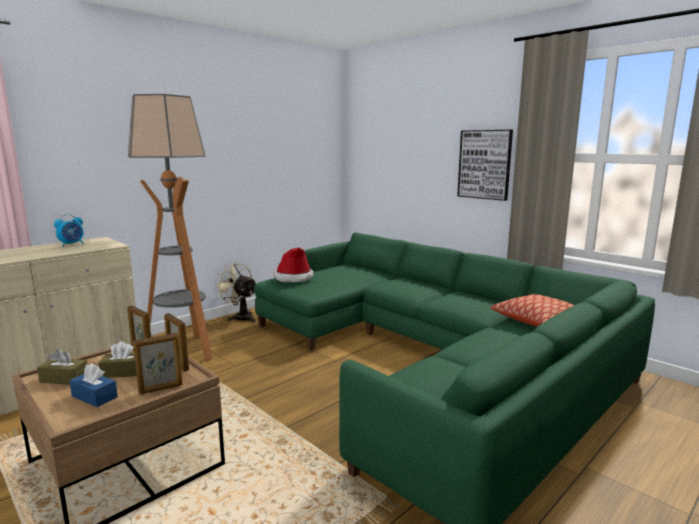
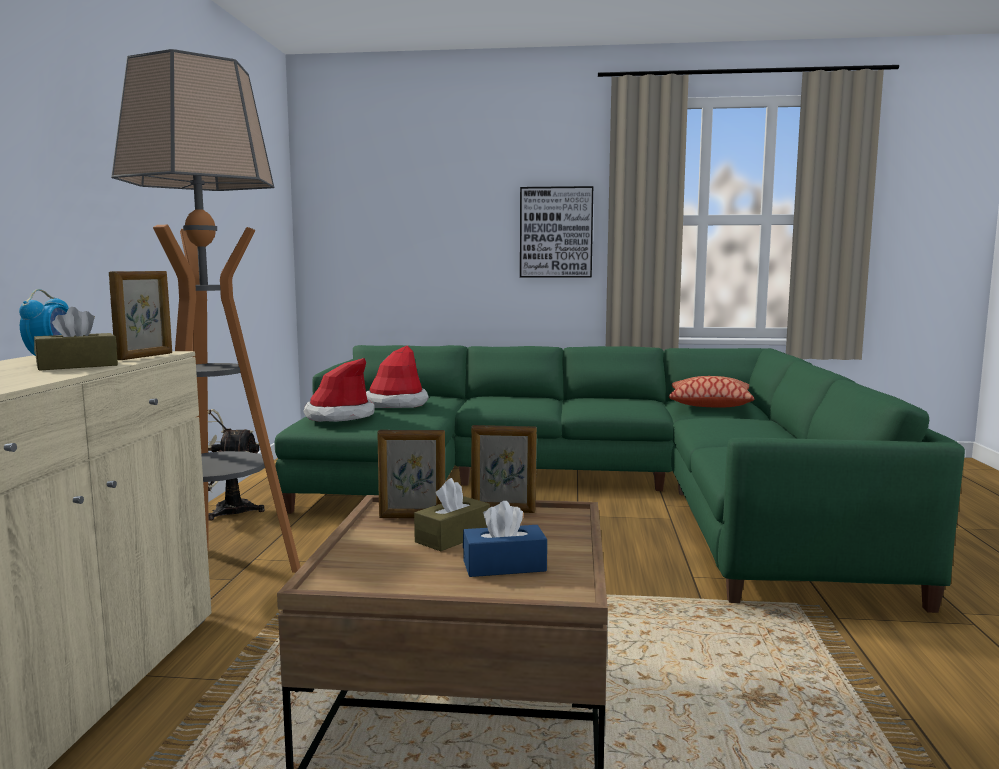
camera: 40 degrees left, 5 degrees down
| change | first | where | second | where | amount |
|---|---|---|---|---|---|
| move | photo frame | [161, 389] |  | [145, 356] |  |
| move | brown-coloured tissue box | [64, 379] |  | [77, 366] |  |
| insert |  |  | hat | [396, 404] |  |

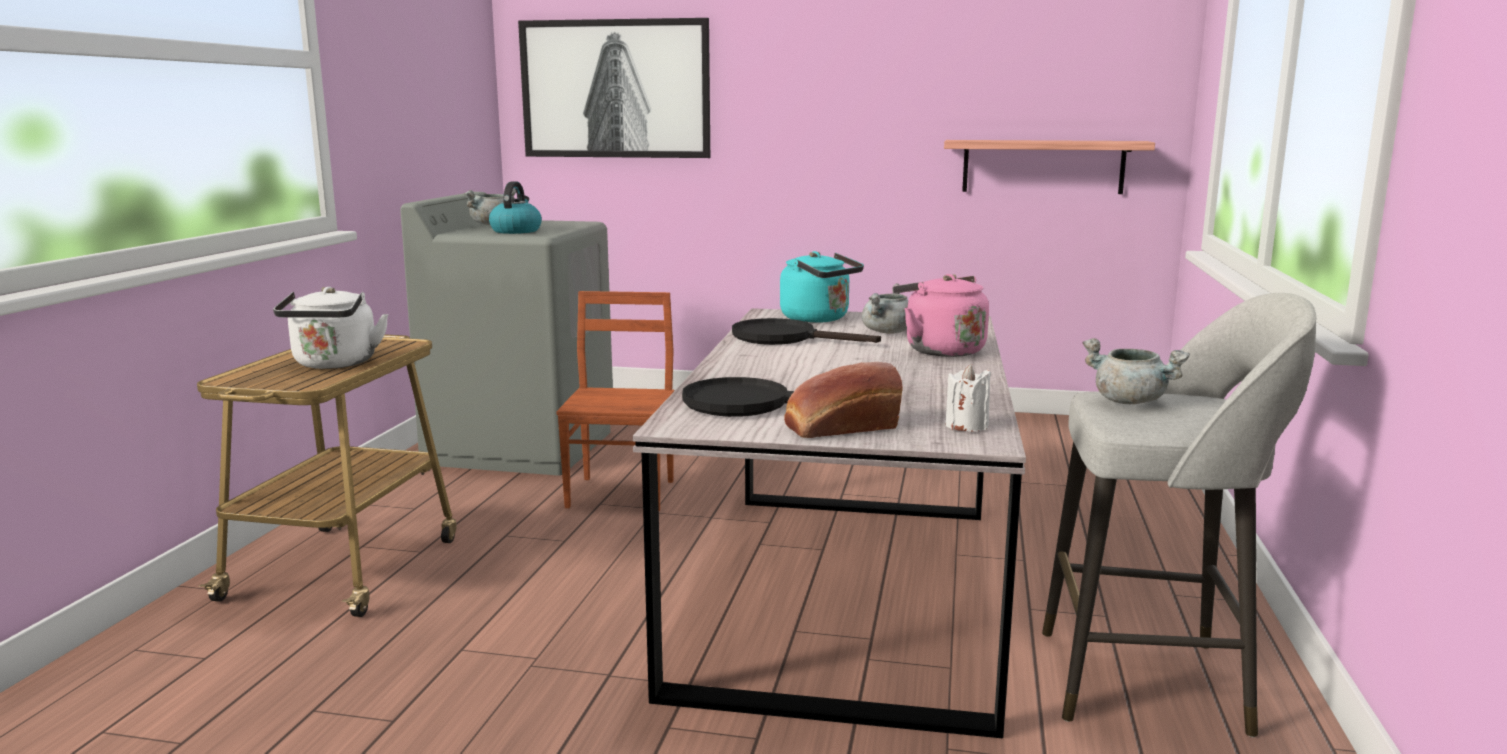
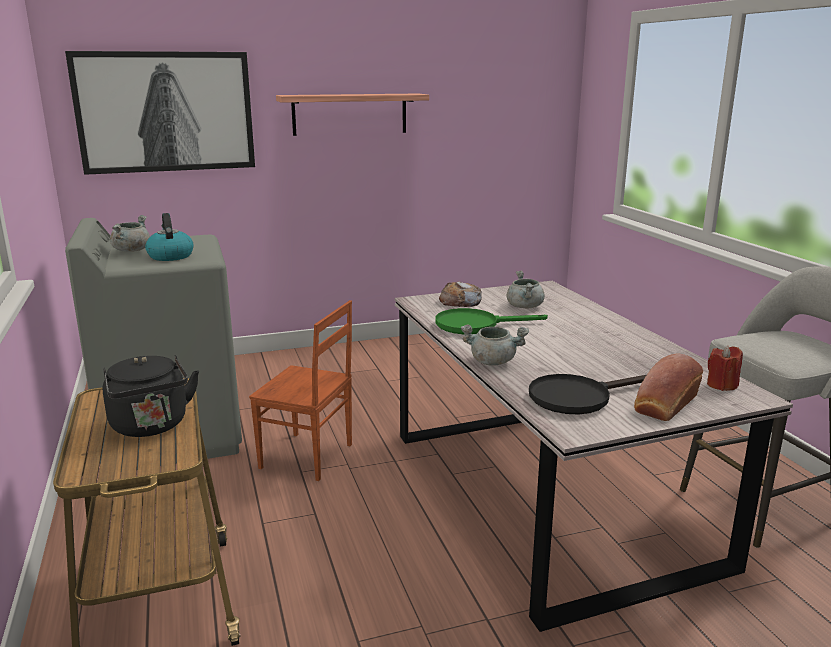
camera: 30 degrees left, 5 degrees up
| change | first | where | second | where | amount |
|---|---|---|---|---|---|
| move | bracket shelf | [1043, 166] |  | [350, 114] |  |
| replace | turquoise water kettle | [819, 319] | baked bread | [460, 301] |  |
| delete | pink water kettle | [940, 350] |  |  |  |
| recolor | whitish water kettle | [334, 364] | black-coloured water kettle | [151, 427] |  |
| rotate | brown-coloured upright chair | [623, 493] |  | [307, 457] | 135 degrees clockwise |
| recolor | black-coloured pan | [785, 338] | green-coloured pan | [475, 325] |  |
| move | gray saucepot | [1130, 401] |  | [493, 361] |  |
| recolor | whitish candle | [966, 426] | reddish candle | [722, 385] |  |

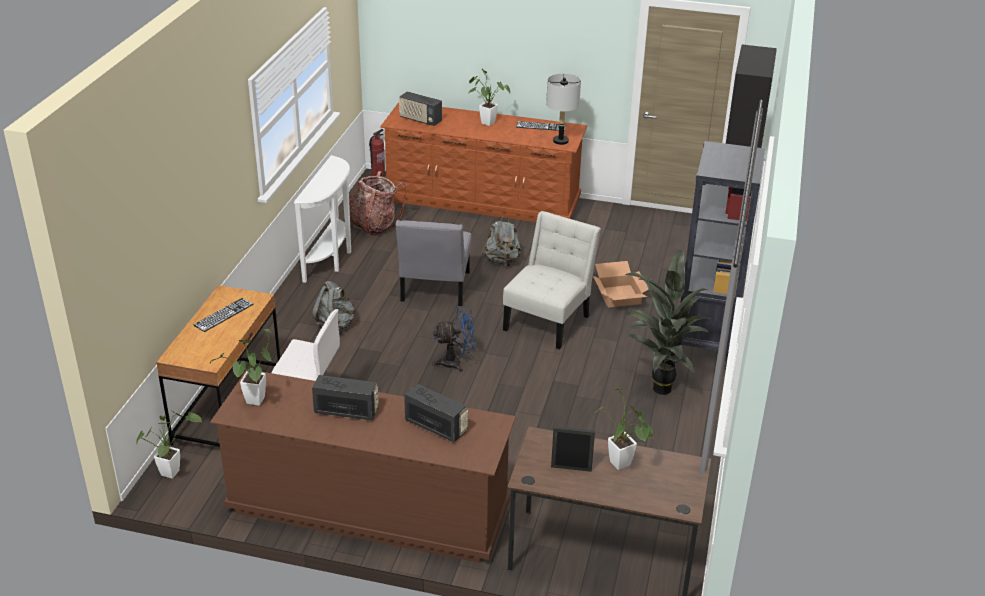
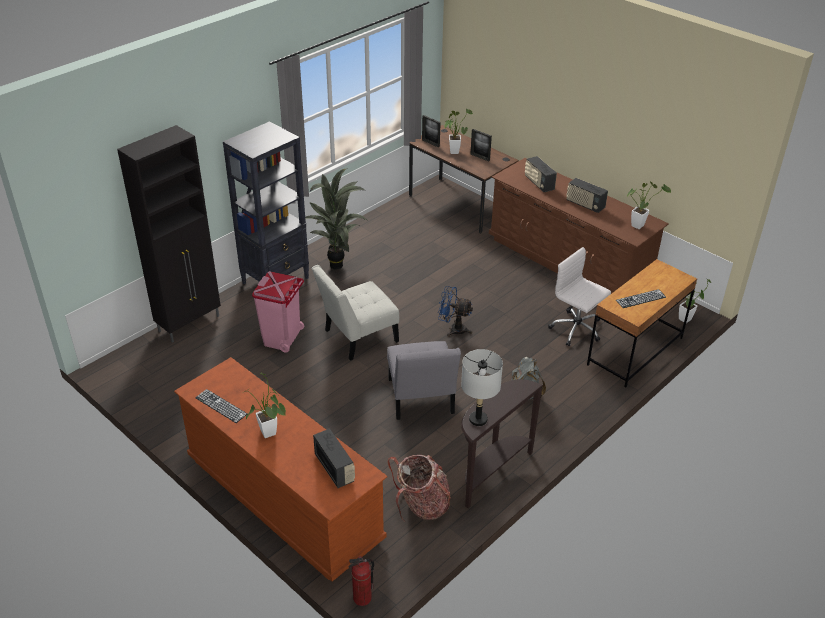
camera: 150 degrees left, 5 degrees up
| change | first | where | second | where | amount |
|---|---|---|---|---|---|
| move | gray table lamp | [560, 141] |  | [478, 419] |  |
| recolor | whitish hall table | [331, 259] | brown-coloured hall table | [490, 472] |  |
| delete | gray rucksack | [502, 261] |  |  |  |
| rotate | gray upright chair | [434, 289] |  | [421, 399] | 135 degrees clockwise |
| replace | cardboard box | [620, 296] | pink trash can | [282, 338] |  |
| insert |  |  | photo frame | [430, 143] |  |

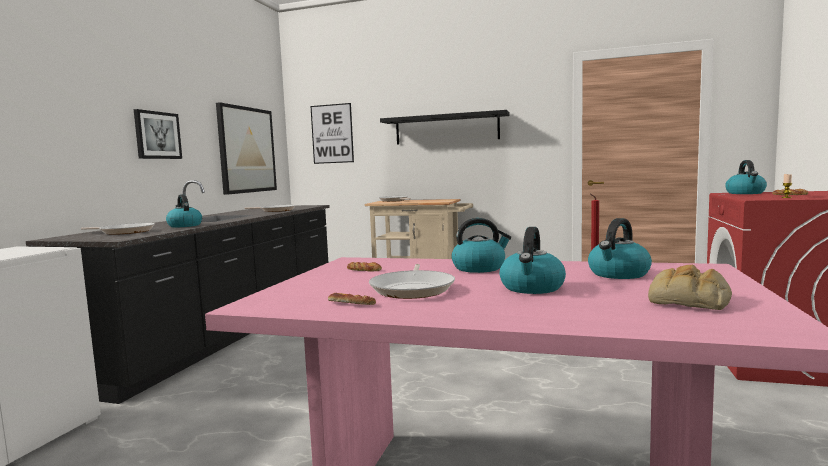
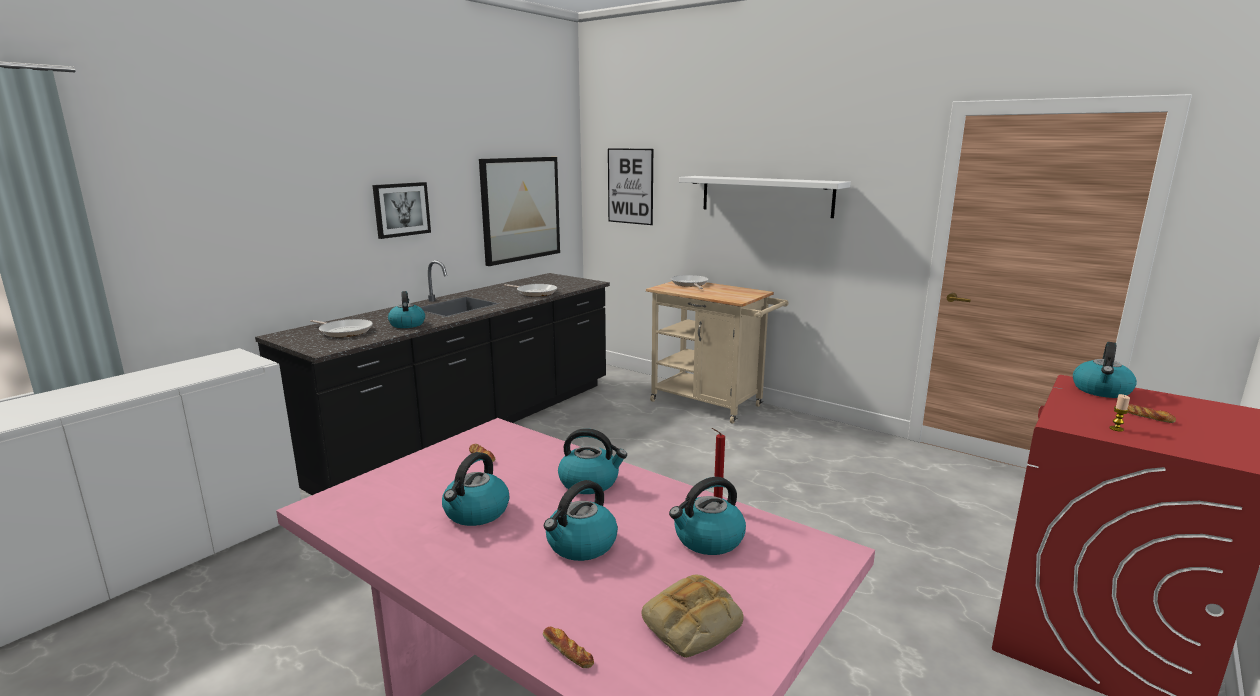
camera: 20 degrees right, 10 degrees up
| change | first | where | second | where | amount |
|---|---|---|---|---|---|
| recolor | black-coloured bracket shelf | [446, 129] | whitish bracket shelf | [766, 196] |  |
| replace | pan | [413, 289] | water kettle | [476, 513] |  |
| move | baked bread | [351, 304] |  | [567, 651] |  |

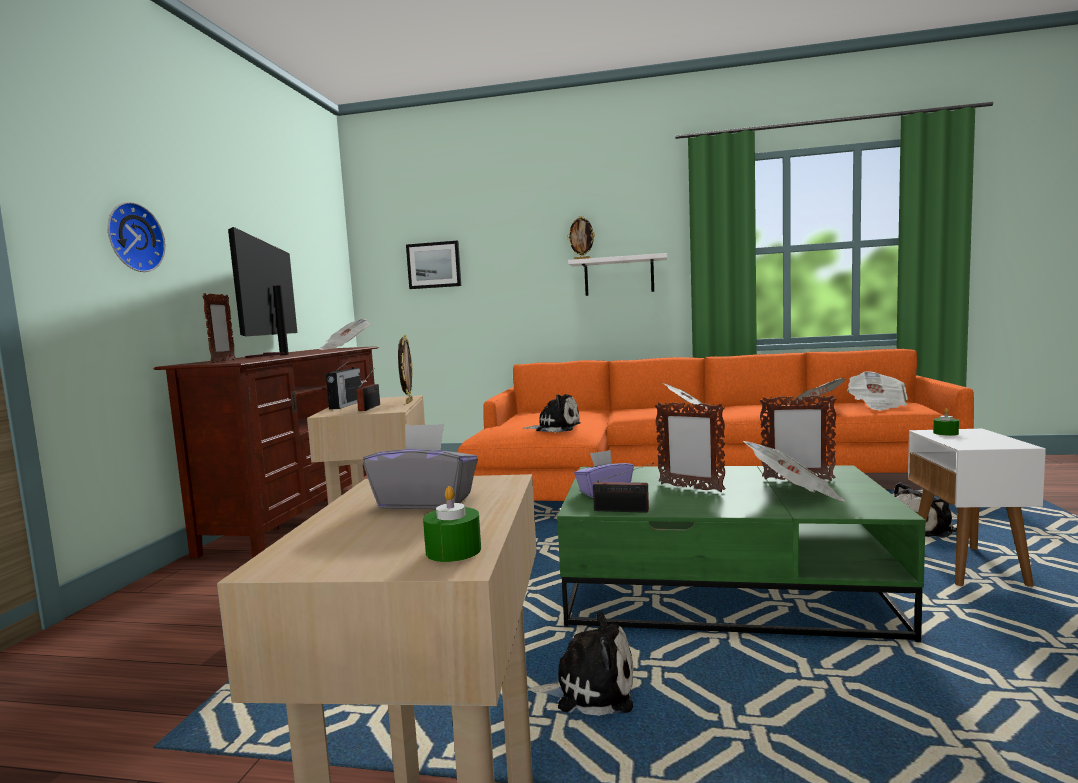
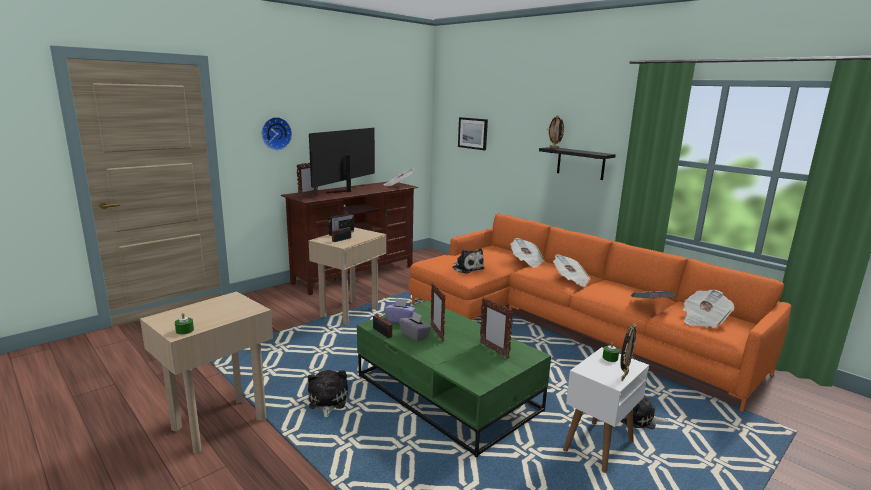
camera: 35 degrees right, 10 degrees up
| change | first | where | second | where | amount |
|---|---|---|---|---|---|
| recolor | whitish bracket shelf | [619, 276] | black-coloured bracket shelf | [580, 163] |  |
| move | photo frame | [408, 402] |  | [624, 376] |  |
| move | gray tissue box | [426, 502] |  | [415, 335] |  |
| move | daily paper | [794, 494] |  | [526, 261] |  |
| rotate | plush toy | [589, 689] |  | [327, 402] | 135 degrees counterclockwise |

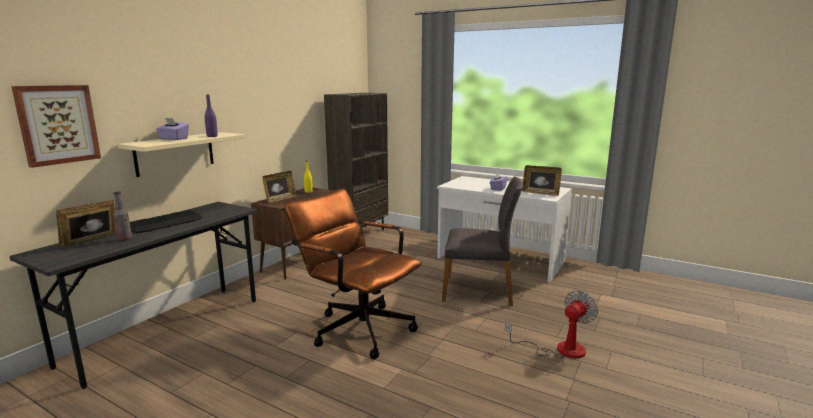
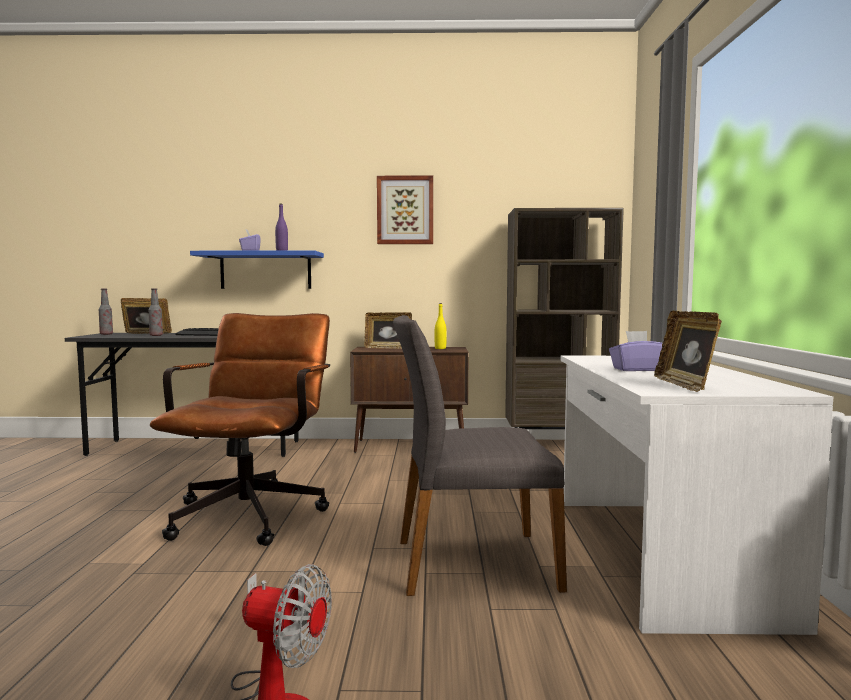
camera: 60 degrees right, 10 degrees down
| change | first | where | second | where | amount |
|---|---|---|---|---|---|
| move | picture | [57, 124] |  | [405, 210] |  |
| recolor | beige bracket shelf | [175, 153] | blue-coloured bracket shelf | [265, 271] |  |
| rotate | gray upright chair | [479, 291] |  | [472, 563] | 105 degrees clockwise |
| insert |  |  | beverage bottle | [106, 334] |  |

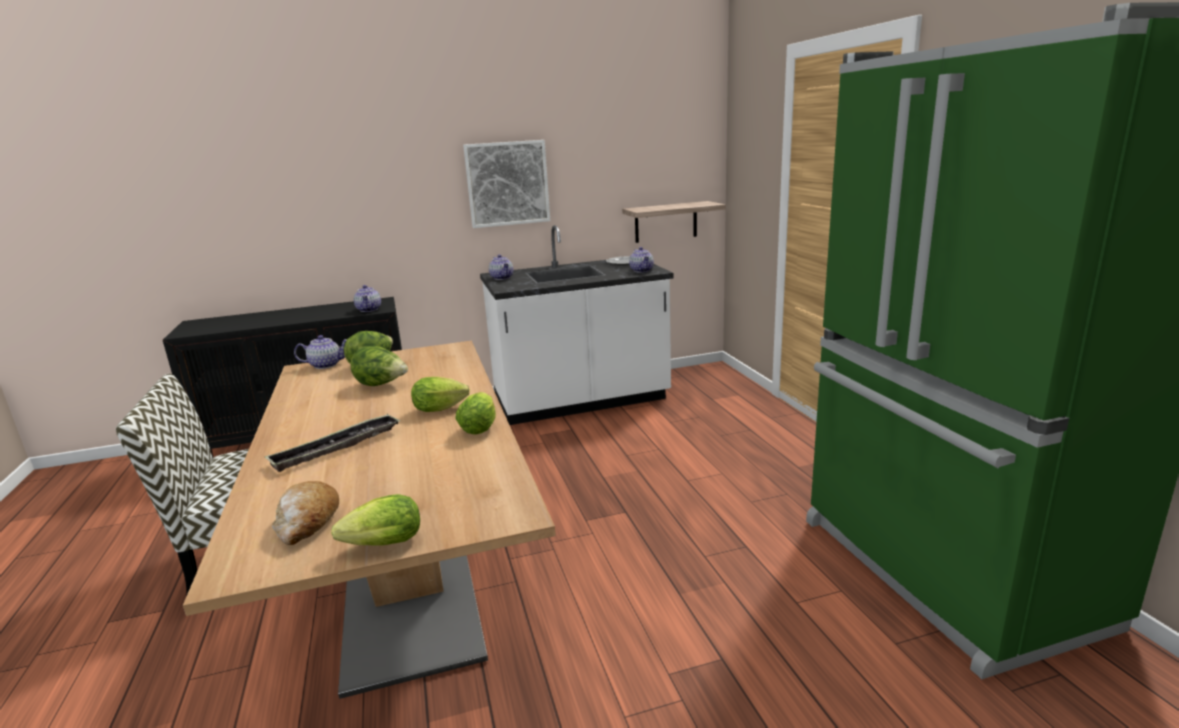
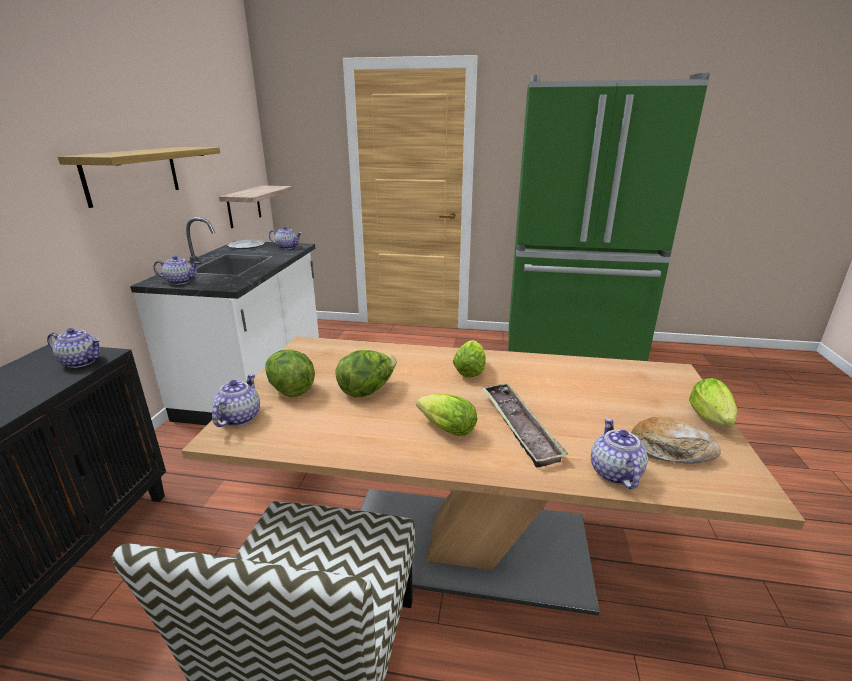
camera: 65 degrees left, 5 degrees up
| change | first | where | second | where | amount |
|---|---|---|---|---|---|
| replace | picture | [507, 183] | bracket shelf | [132, 174] |  |
| move | lettuce head | [480, 427] |  | [444, 428] |  |
| insert |  |  | pot for tea | [614, 472] |  |

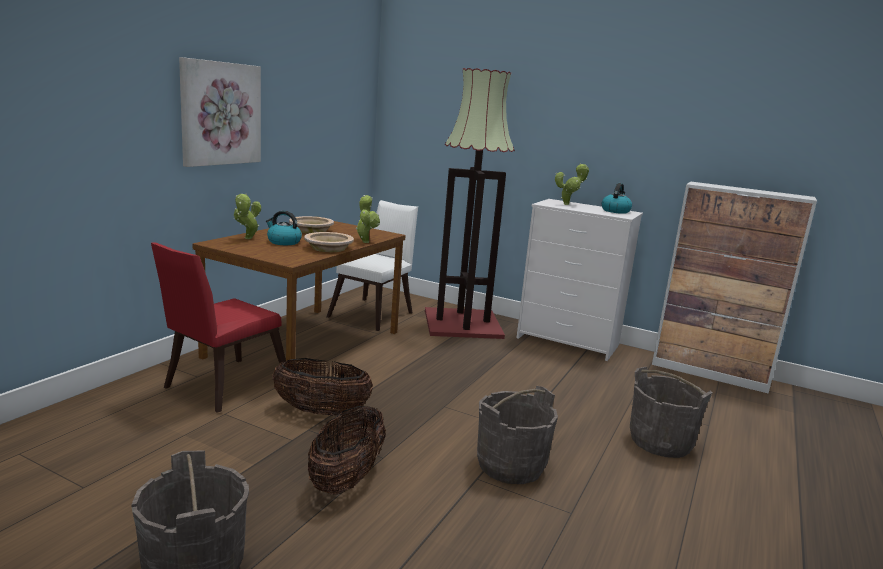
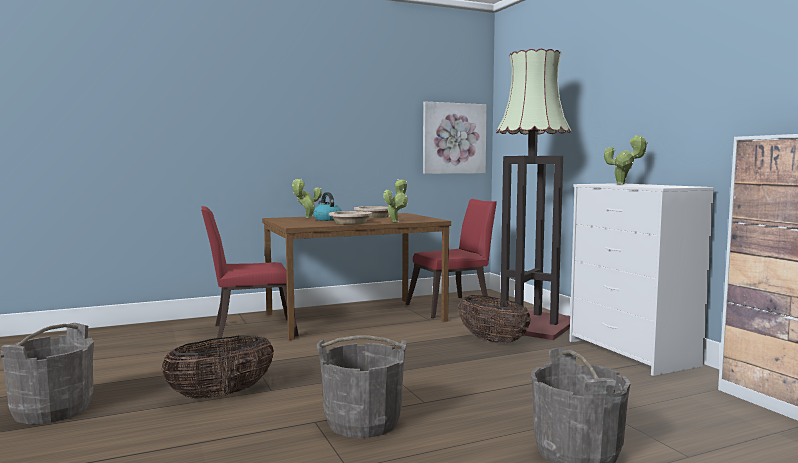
camera: 40 degrees right, 10 degrees down
| change | first | where | second | where | amount |
|---|---|---|---|---|---|
| move | picture | [220, 113] |  | [453, 138] |  |
| delete | water kettle | [615, 211] |  |  |  |
| recolor | whitish upright chair | [375, 313] | reddish upright chair | [453, 307] |  |
| move | household basket | [321, 412] |  | [492, 340] |  |

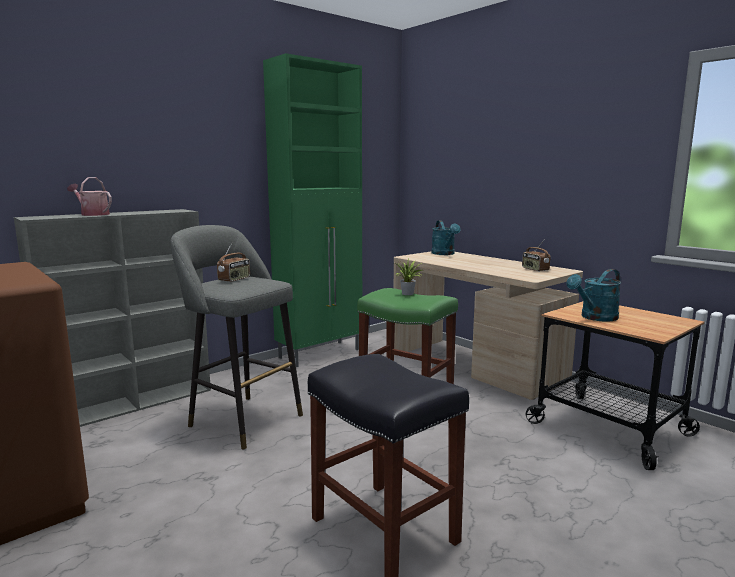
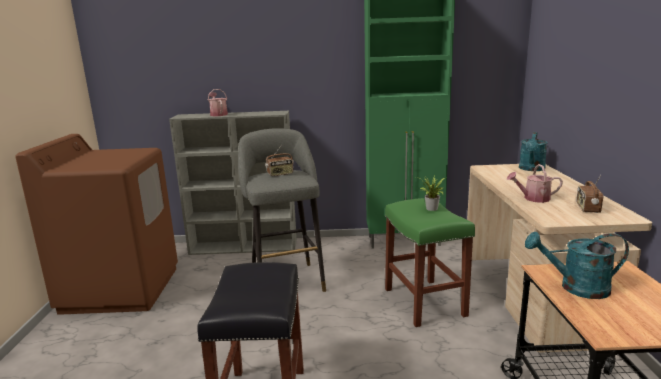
camera: 40 degrees right, 5 degrees up
| change | first | where | second | where | amount |
|---|---|---|---|---|---|
| insert |  |  | watering can | [533, 198] |  |

